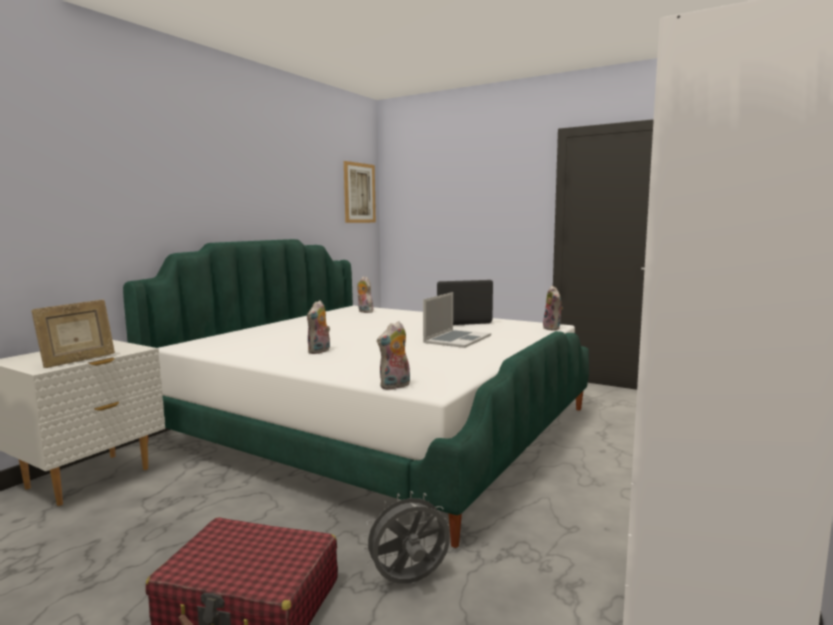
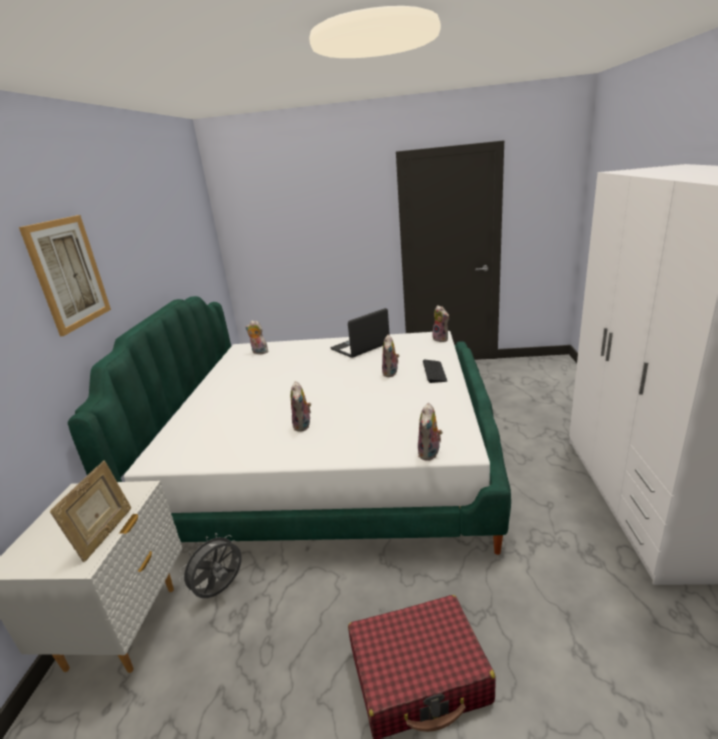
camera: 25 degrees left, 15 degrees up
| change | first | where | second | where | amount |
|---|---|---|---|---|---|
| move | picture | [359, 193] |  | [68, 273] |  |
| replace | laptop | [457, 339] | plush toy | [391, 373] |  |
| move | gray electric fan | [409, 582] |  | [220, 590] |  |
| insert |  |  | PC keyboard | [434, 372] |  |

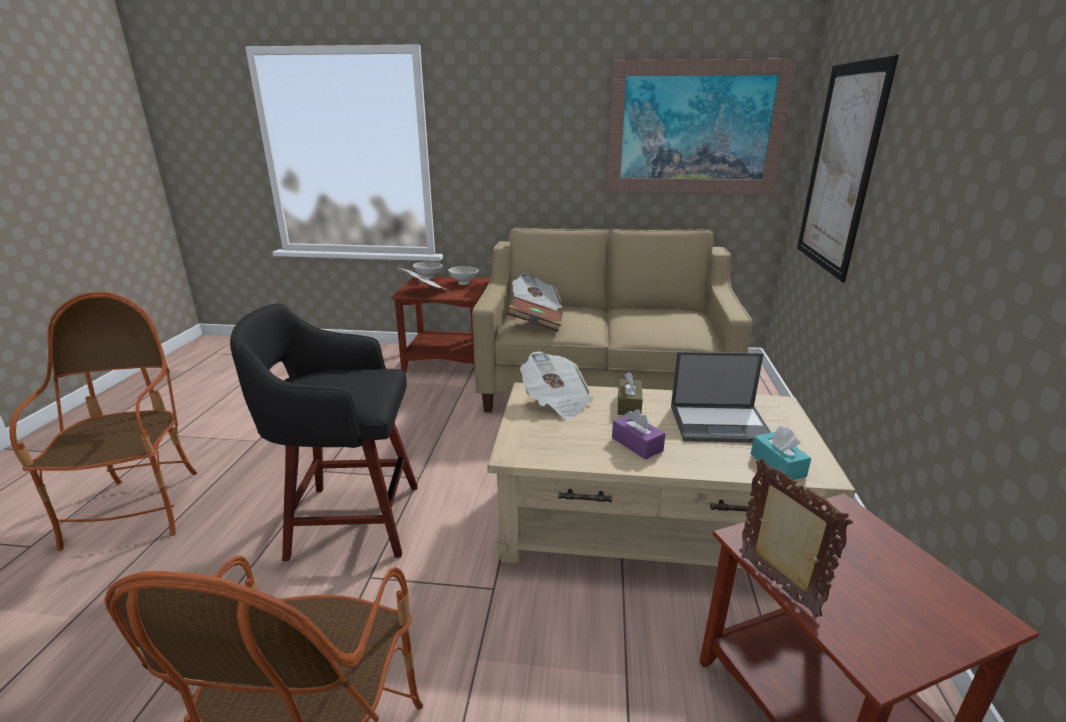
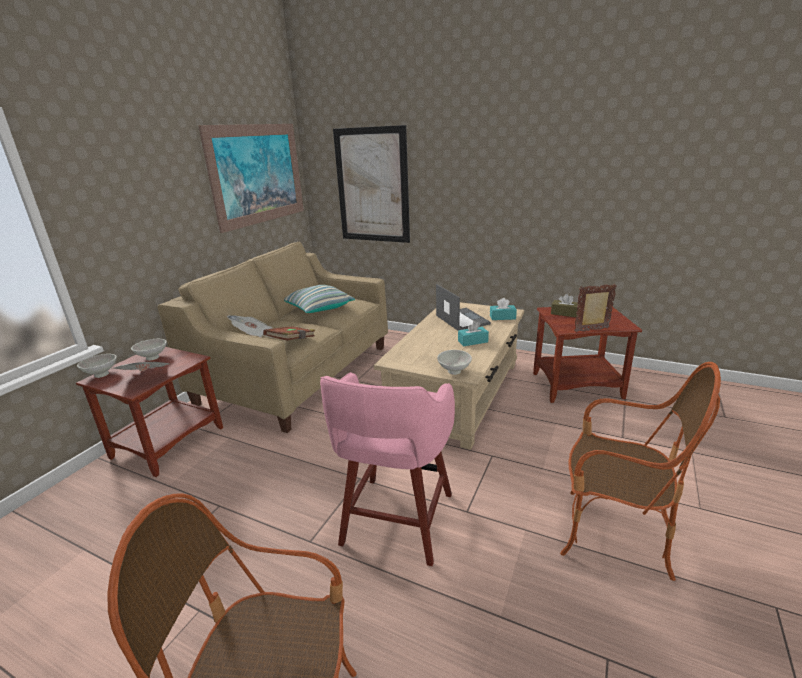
camera: 70 degrees left, 0 degrees up
| change | first | where | second | where | amount |
|---|---|---|---|---|---|
| recolor | black-coloured sitting stool | [350, 520] | pink sitting stool | [396, 521] |  |
| delete | daily paper | [556, 402] |  |  |  |
| rotate | laptop | [721, 423] |  | [461, 319] | 45 degrees counterclockwise |
| move | brown-coloured tissue box | [629, 405] |  | [564, 313] |  |
| recolor | purplish tissue box | [637, 444] | turquoise tissue box | [473, 341] |  |
| insert |  |  | cushion | [318, 309] |  |
| insert |  |  | whitish bowl | [455, 371] |  |

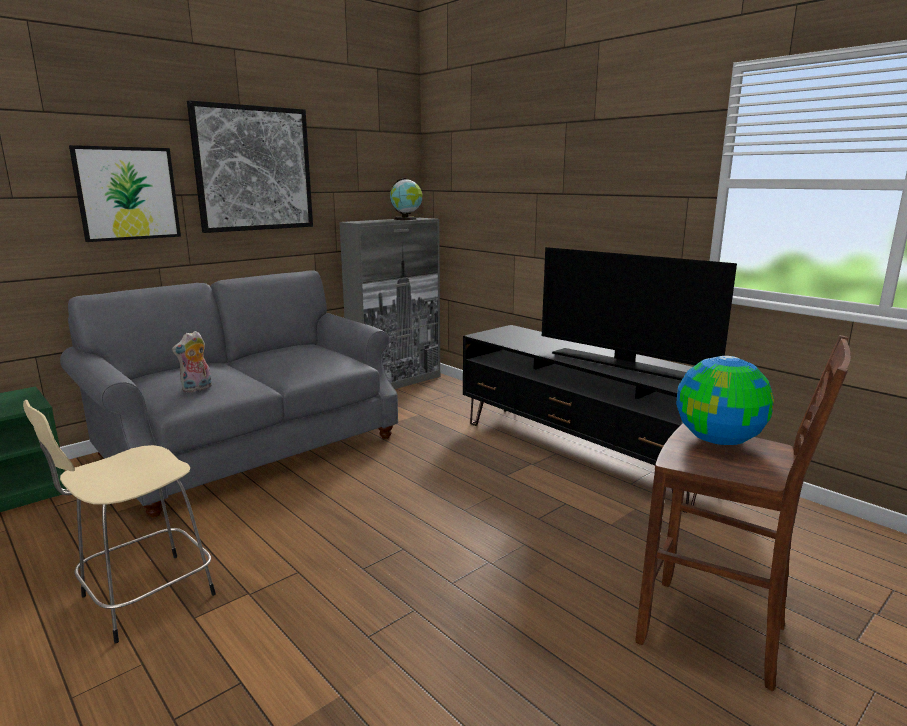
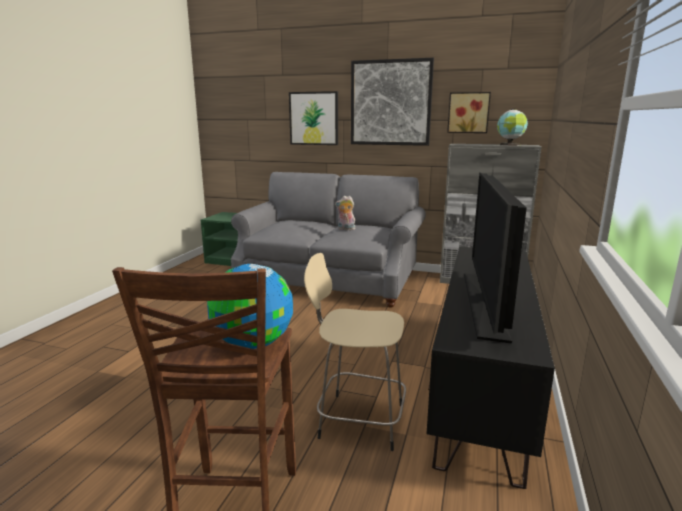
camera: 60 degrees right, 0 degrees up
| change | first | where | second | where | amount |
|---|---|---|---|---|---|
| move | plush toy | [197, 389] |  | [345, 229] |  |
| move | beige sitting stool | [143, 597] |  | [358, 420] |  |
| insert |  |  | picture | [468, 112] |  |

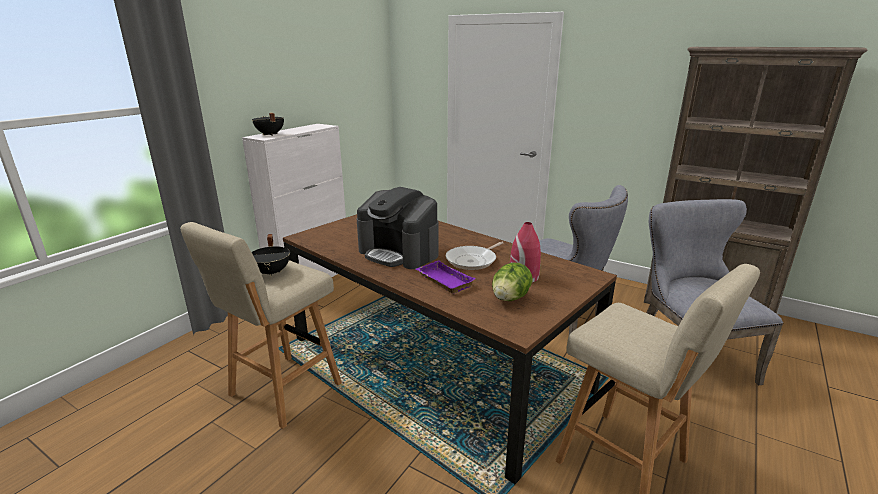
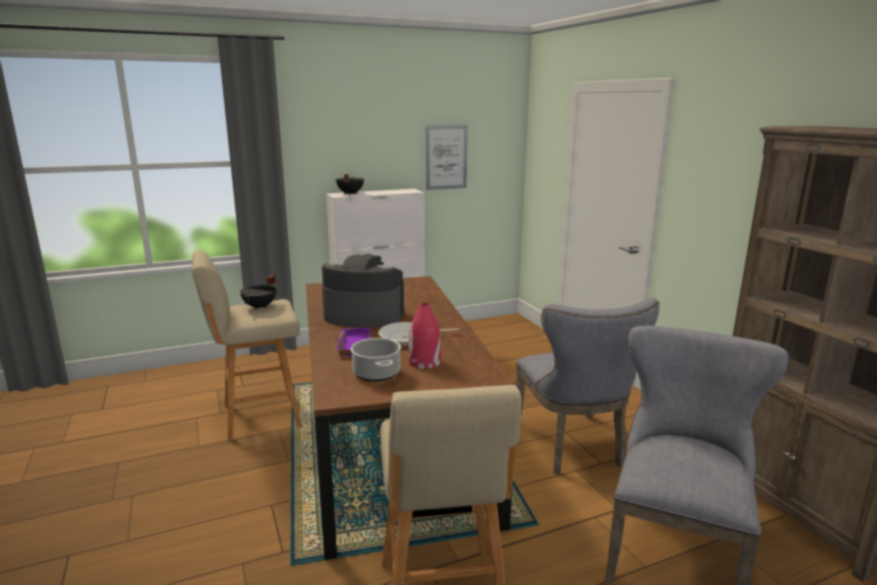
camera: 35 degrees right, 5 degrees down
| change | first | where | second | where | amount |
|---|---|---|---|---|---|
| rotate | coffee machine | [399, 253] |  | [363, 316] | 120 degrees clockwise |
| replace | lettuce head | [510, 298] | saucepot | [377, 374] |  |
| insert |  |  | picture | [446, 157] |  |

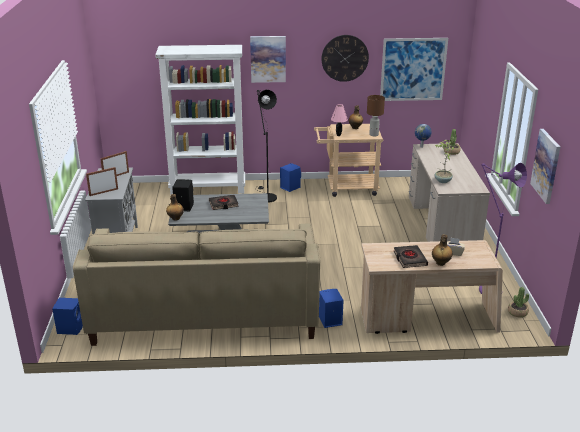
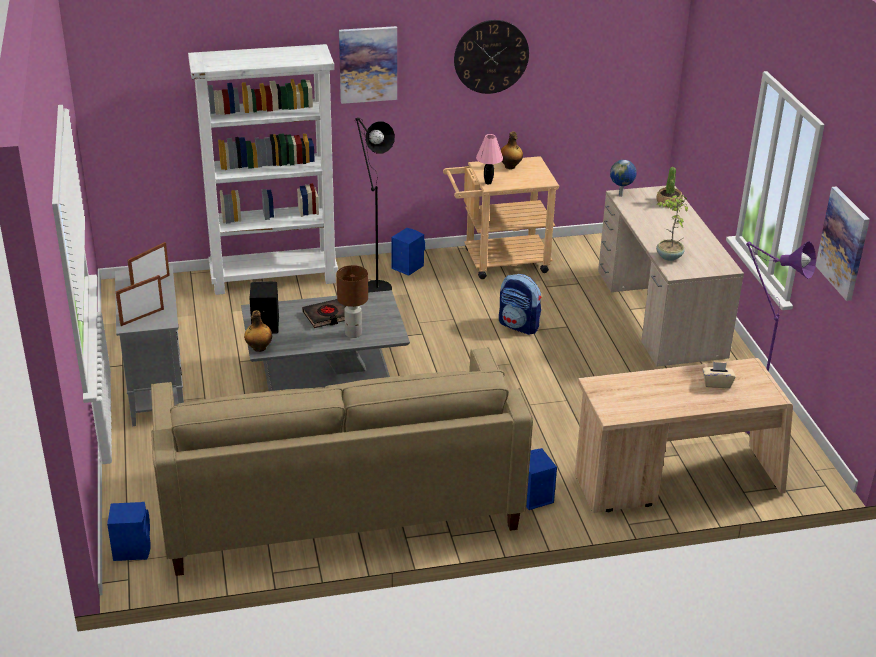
camera: 10 degrees left, 5 degrees up
| change | first | where | second | where | amount |
|---|---|---|---|---|---|
| delete | picture | [413, 69] |  |  |  |
| move | brown-coloured table lamp | [374, 134] |  | [353, 333] |  |
| delete | beverage bottle | [440, 263] |  |  |  |
| delete | black-coloured book | [409, 259] |  |  |  |
| delete | houseplant | [517, 312] |  |  |  |
| insert |  |  | rucksack | [519, 326] |  |

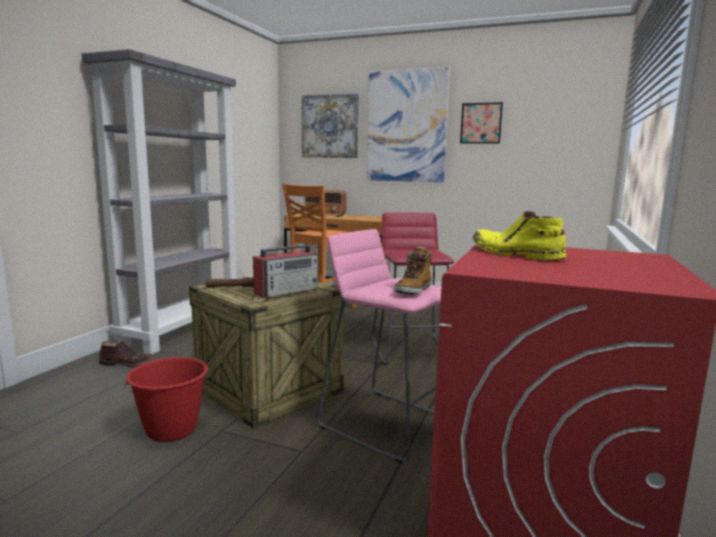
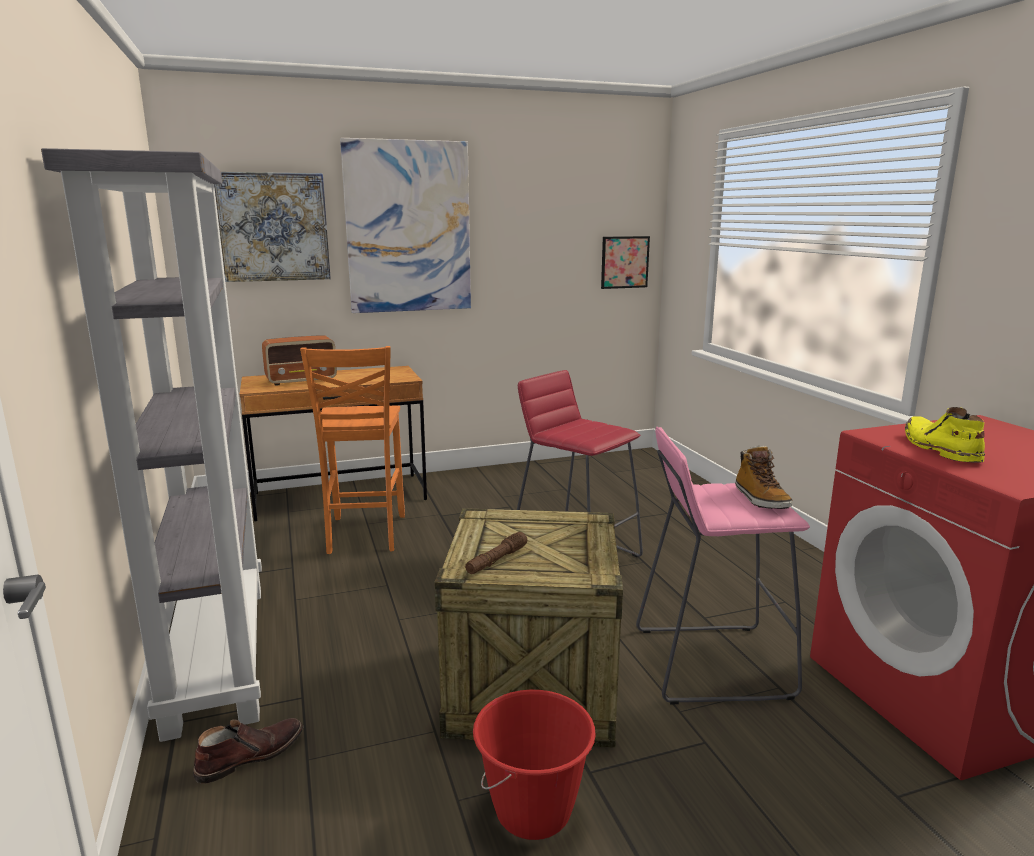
camera: 40 degrees left, 5 degrees up
| change | first | where | second | where | amount |
|---|---|---|---|---|---|
| move | picture | [481, 123] |  | [624, 262] |  |
| rotate | yellow-coloured high-top boot | [514, 254] |  | [939, 448] | 75 degrees clockwise |
| delete | radio receiver | [287, 291] |  |  |  |

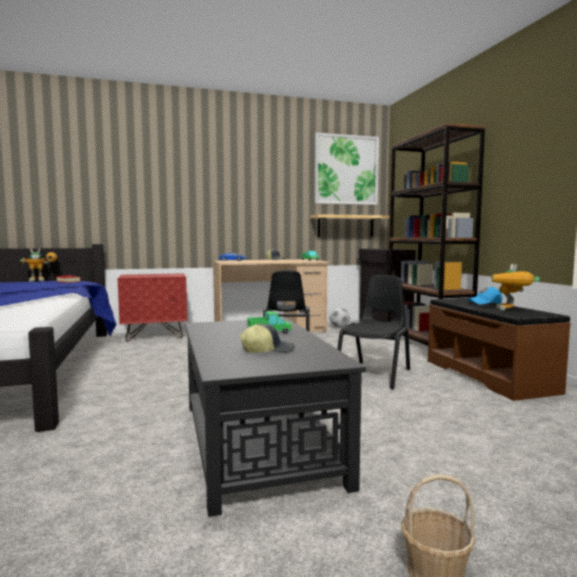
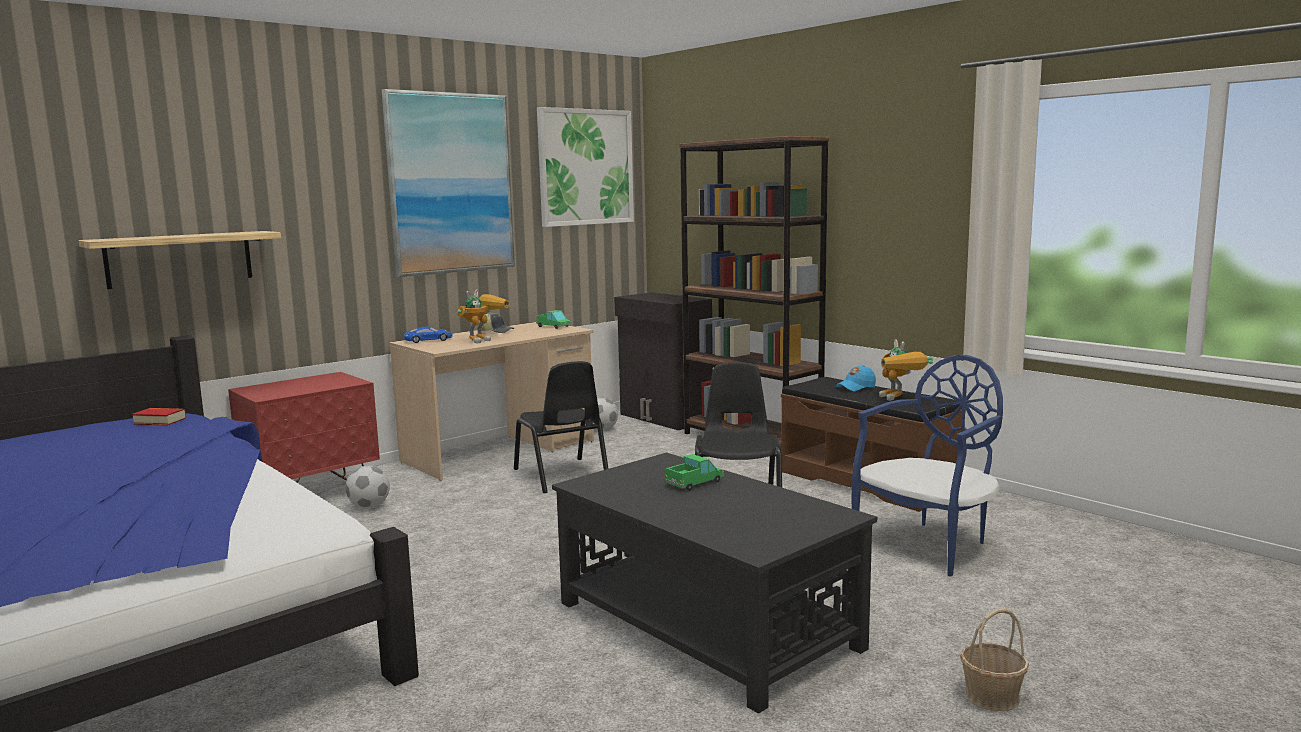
camera: 25 degrees left, 5 degrees up
| change | first | where | second | where | amount |
|---|---|---|---|---|---|
| move | bracket shelf | [345, 226] |  | [179, 259] |  |
| move | model robot | [43, 280] |  | [483, 339] |  |
| delete | peaked cap | [267, 350] |  |  |  |
| insert |  |  | picture | [450, 183] |  |
| insert |  |  | blue-coloured upright chair | [928, 545] |  |
| insert |  |  | football | [369, 507] |  |

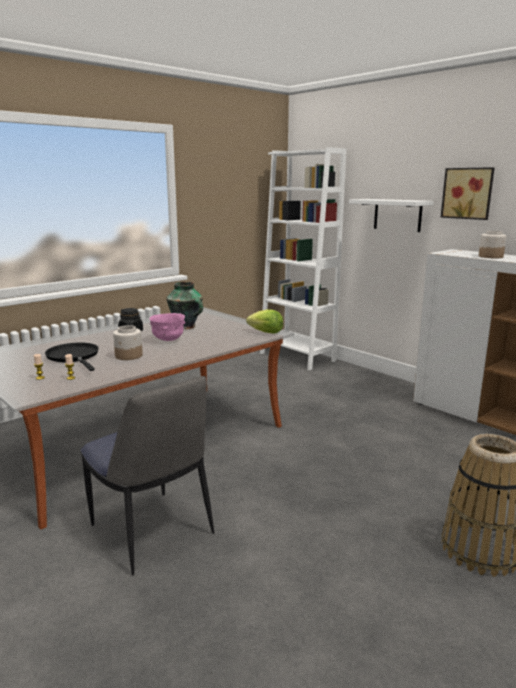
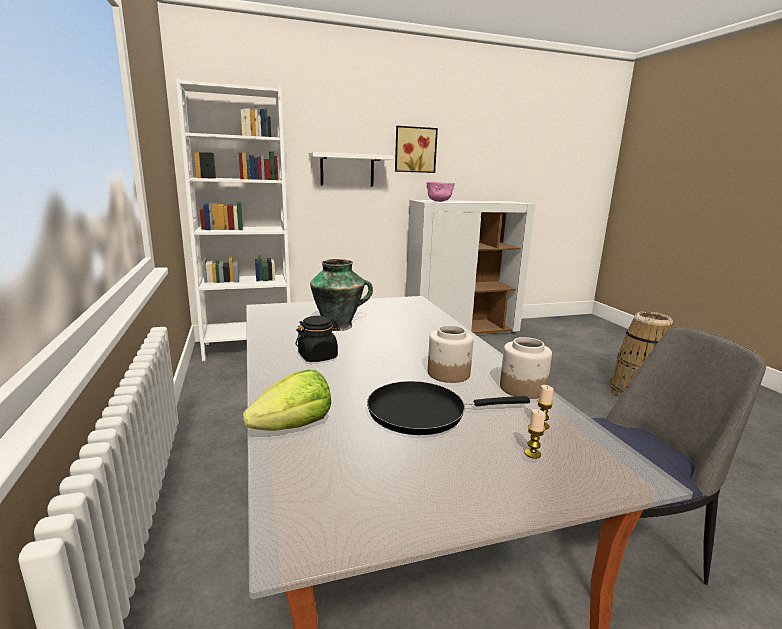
camera: 65 degrees left, 0 degrees up
| change | first | where | second | where | amount |
|---|---|---|---|---|---|
| move | preserve jar | [490, 256] |  | [522, 388] |  |
| move | lettuce head | [266, 332] |  | [294, 426] |  |
| move | pink bowl | [168, 340] |  | [439, 201] |  |

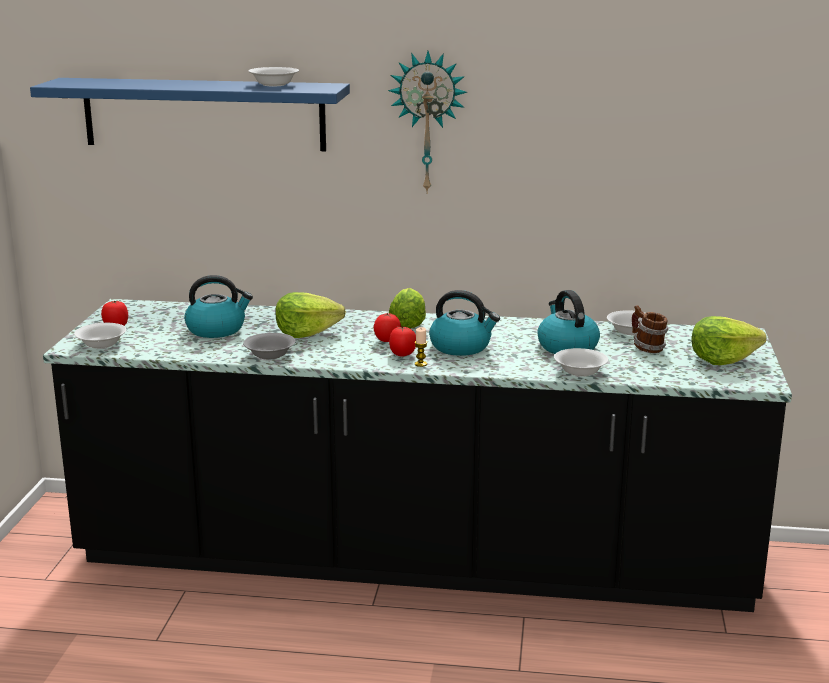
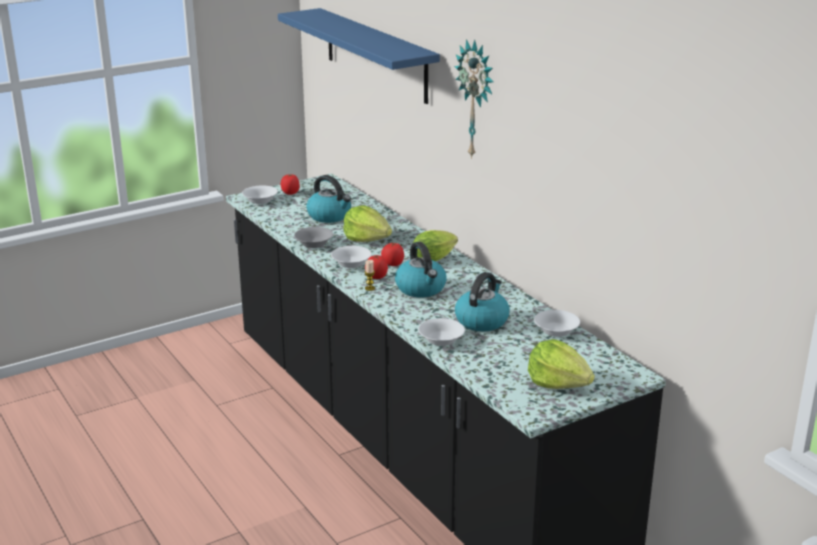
camera: 50 degrees right, 5 degrees up
| change | first | where | second | where | amount |
|---|---|---|---|---|---|
| move | whitish bowl | [273, 84] |  | [351, 264] |  |
| delete | coffee mug | [647, 348] |  |  |  |

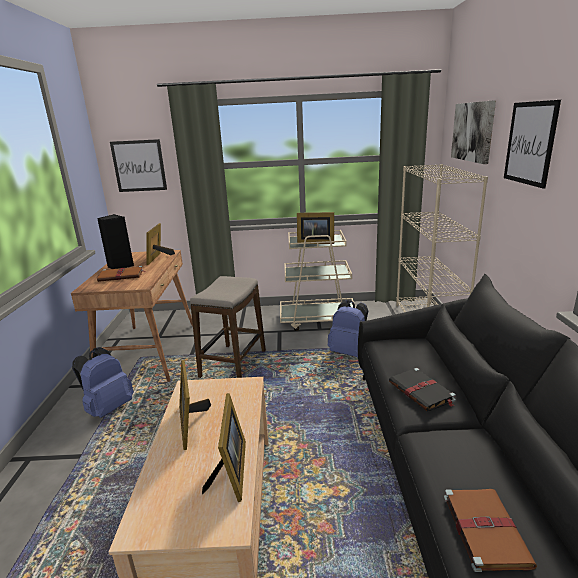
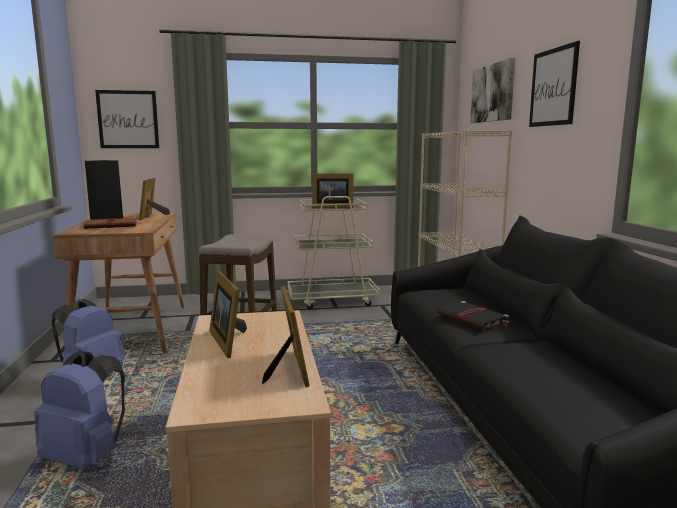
camera: 10 degrees left, 10 degrees down
| change | first | where | second | where | amount |
|---|---|---|---|---|---|
| move | blue-coloured rucksack | [349, 352] |  | [86, 457] |  |
| delete | brown-coloured book | [484, 528] |  |  |  |

